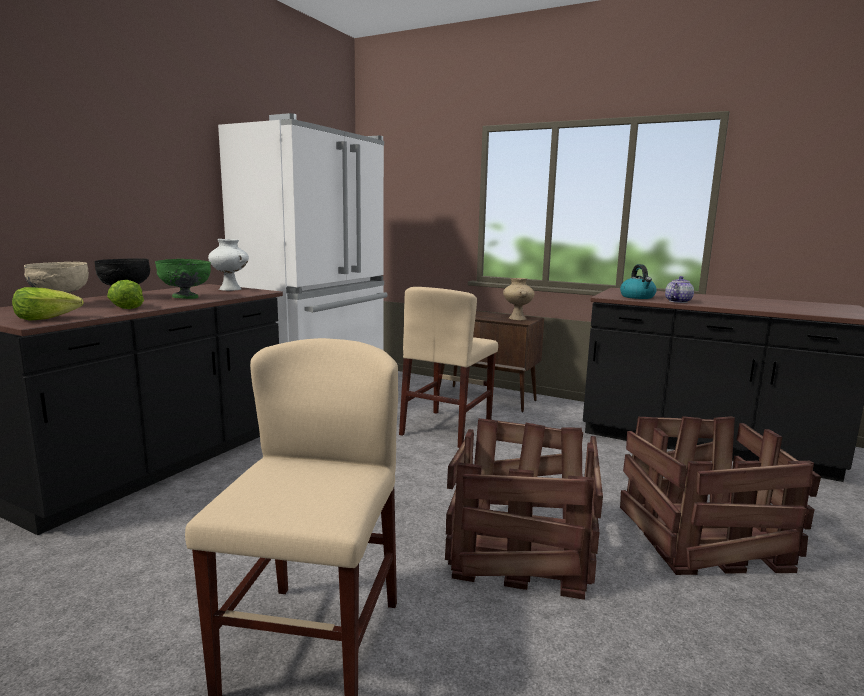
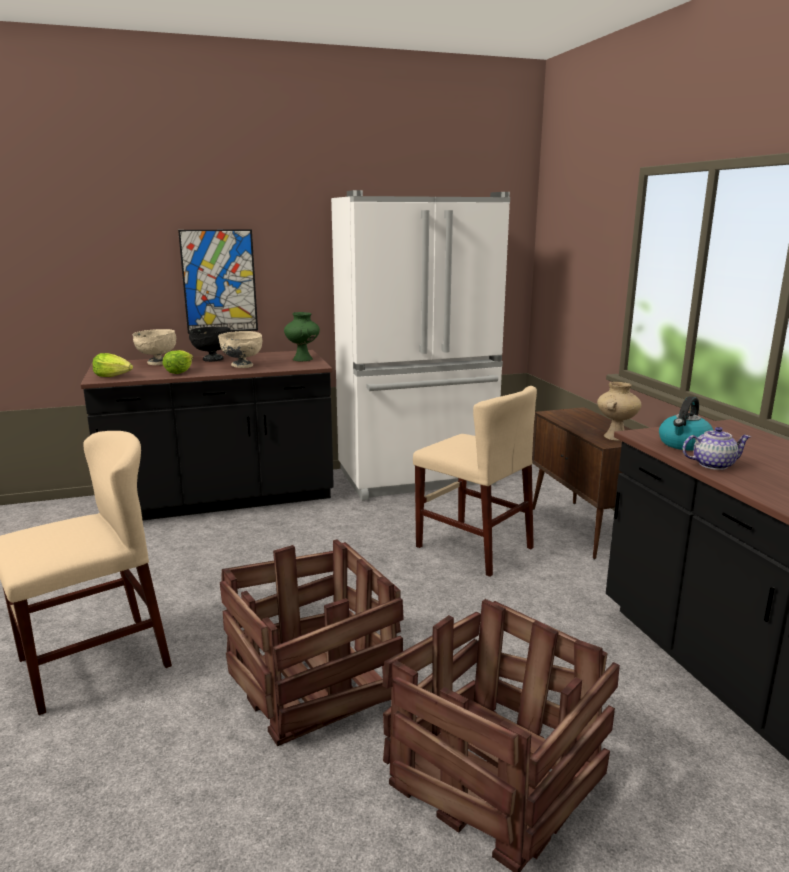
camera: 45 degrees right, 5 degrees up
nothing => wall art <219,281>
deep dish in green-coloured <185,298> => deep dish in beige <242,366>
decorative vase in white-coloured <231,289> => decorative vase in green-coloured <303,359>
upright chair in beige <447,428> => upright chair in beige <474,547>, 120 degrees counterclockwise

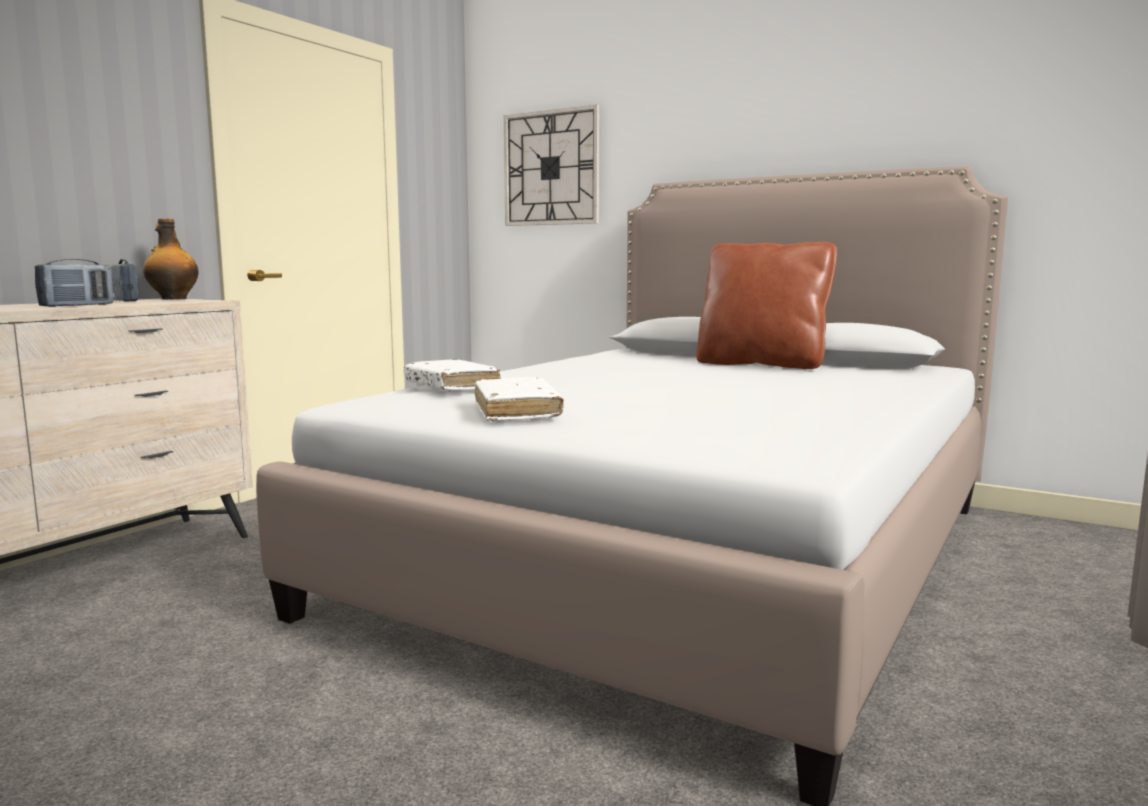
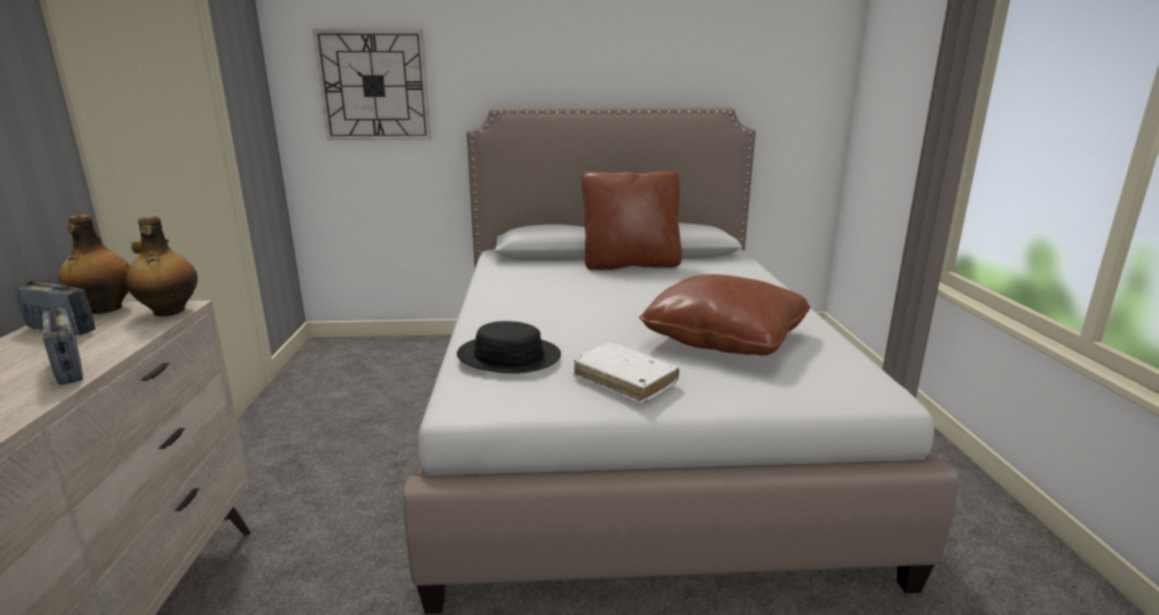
camera: 35 degrees left, 10 degrees up
nothing => beverage bottle <169,312>
nothing => pillow in brownish <724,339>
volume in white-coloured <451,387> => clothing hat in black <508,356>
radio receiver <77,306> => radio receiver <69,369>, 150 degrees clockwise

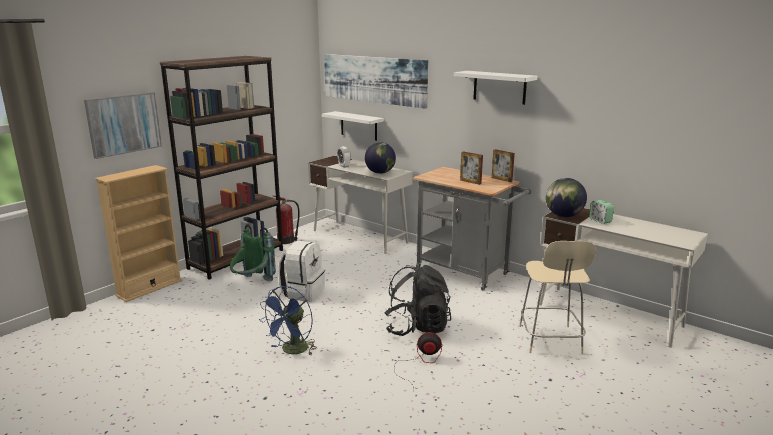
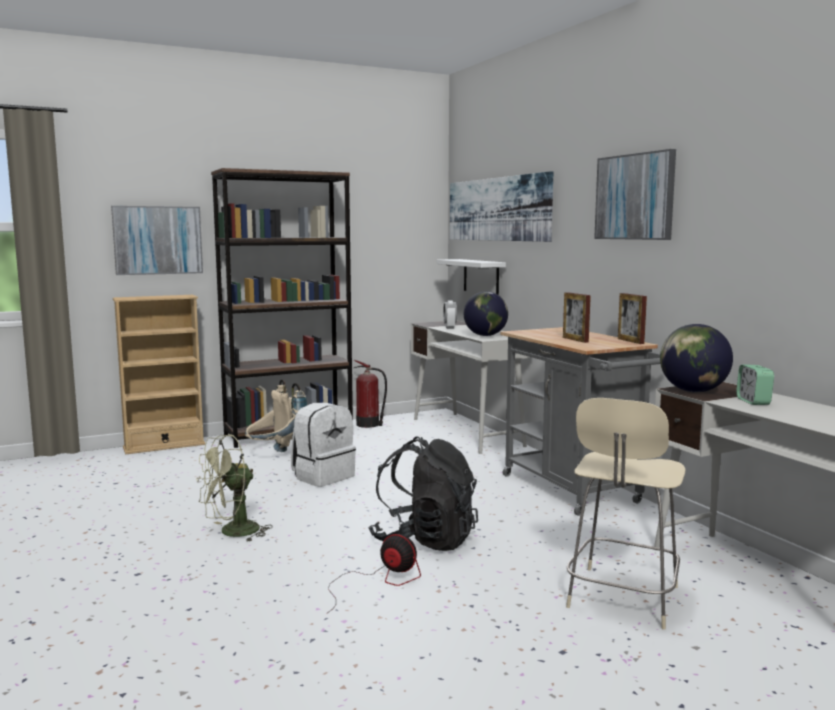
camera: 25 degrees right, 10 degrees down
wall shelf in white-coloured <499,87> => wall art <635,197>
knapsack in green-coloured <252,283> => knapsack in beige <276,458>
fan in bluish <292,351> => fan in green-coloured <232,533>

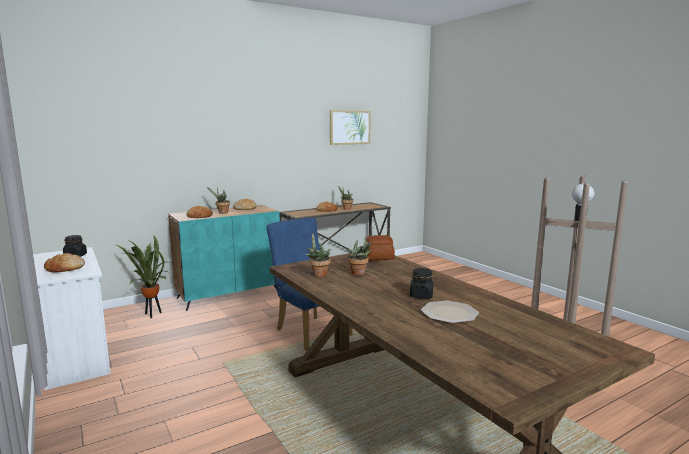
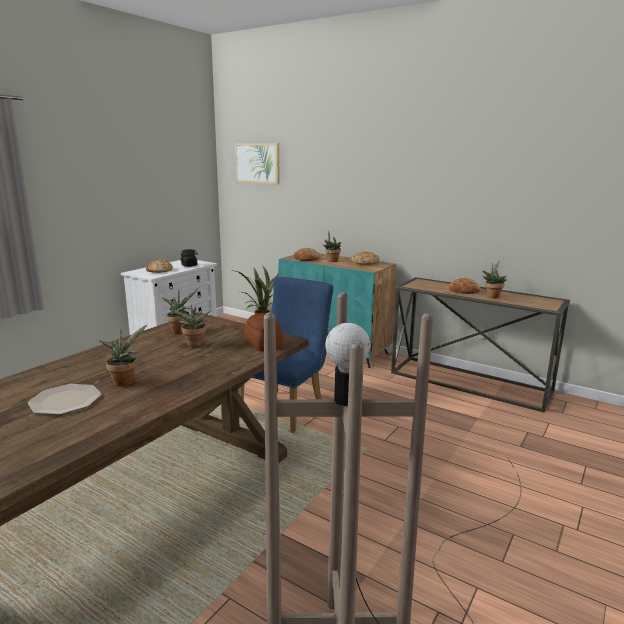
camera: 65 degrees right, 5 degrees up
wall art <349,127> => wall art <257,163>, relocated
storage jar in black <421,295> => houseplant <125,381>

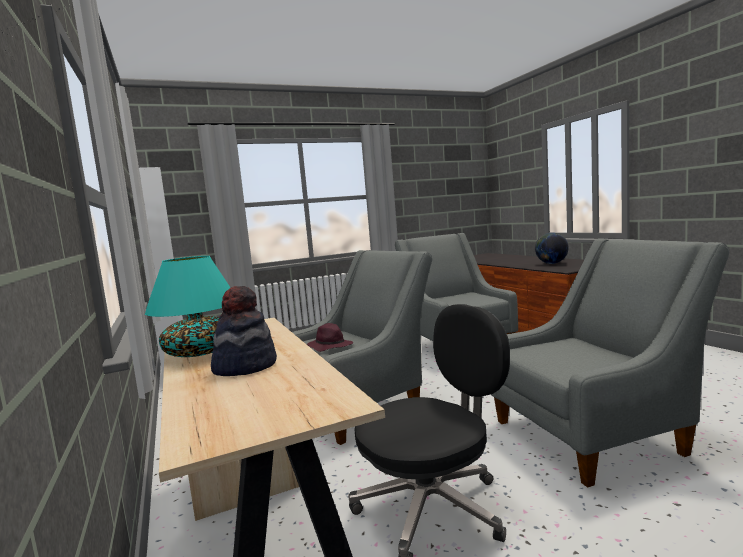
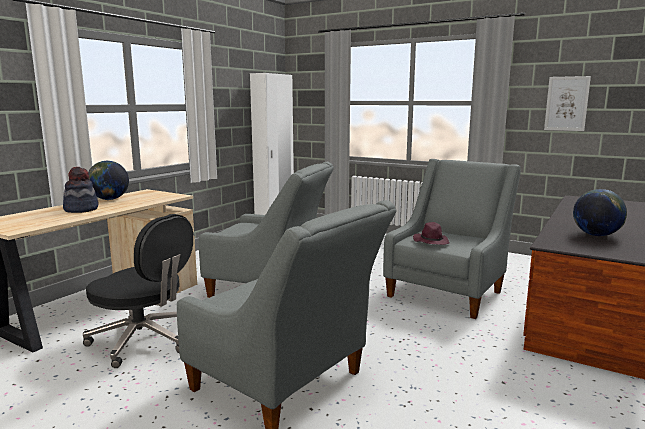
camera: 55 degrees right, 5 degrees up
nothing => wall art <566,103>
clothing hat in purplish <329,347> => clothing hat in purplish <431,241>, relocated
lamp for a table in blue-green <199,352> => desk globe <109,199>

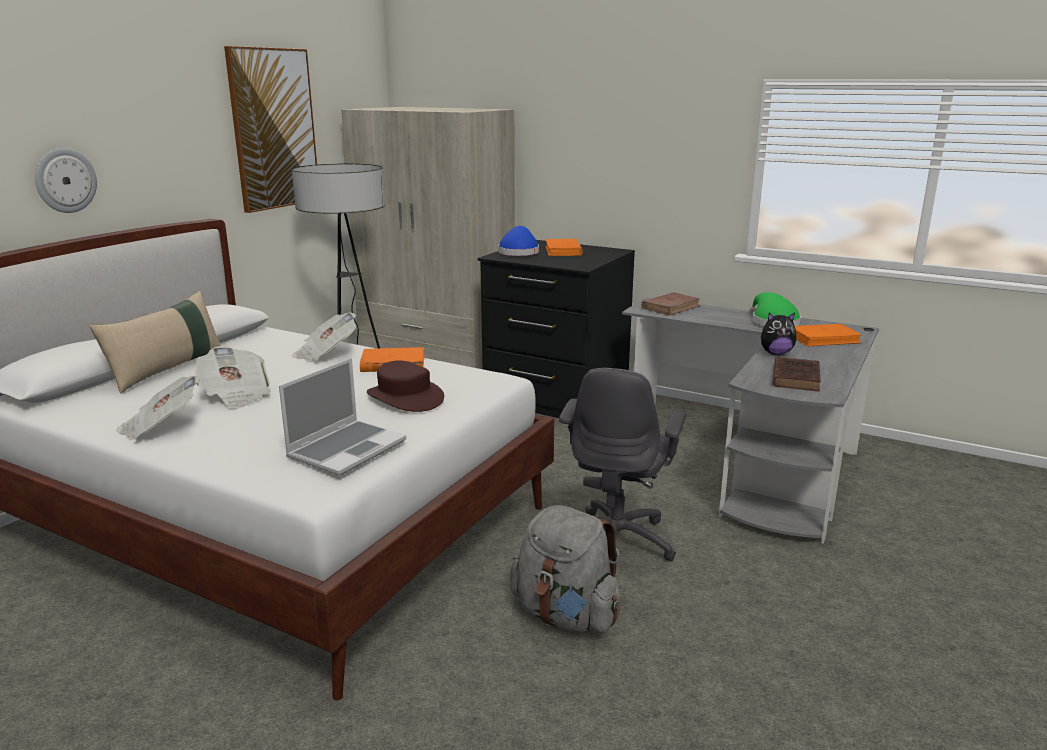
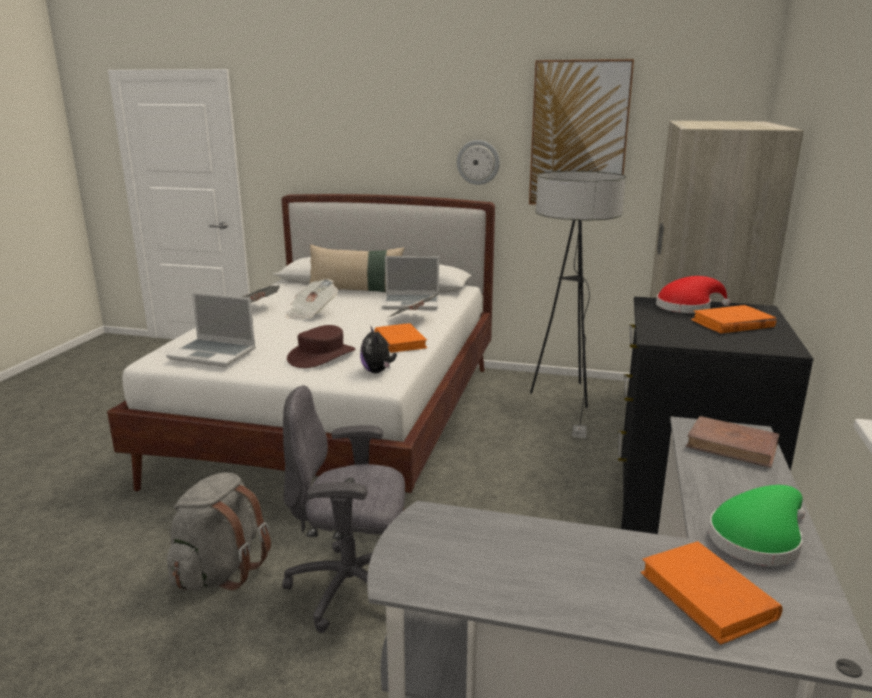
camera: 75 degrees right, 0 degrees up
volume in brownish <795,377> => nothing
nothing => notebook computer <412,303>
clock on the wall <65,180> => clock on the wall <478,162>, relocated
soft toy <775,353> => soft toy <377,371>, relocated
clothing hat in bluish <518,252> => clothing hat in red-coloured <687,307>

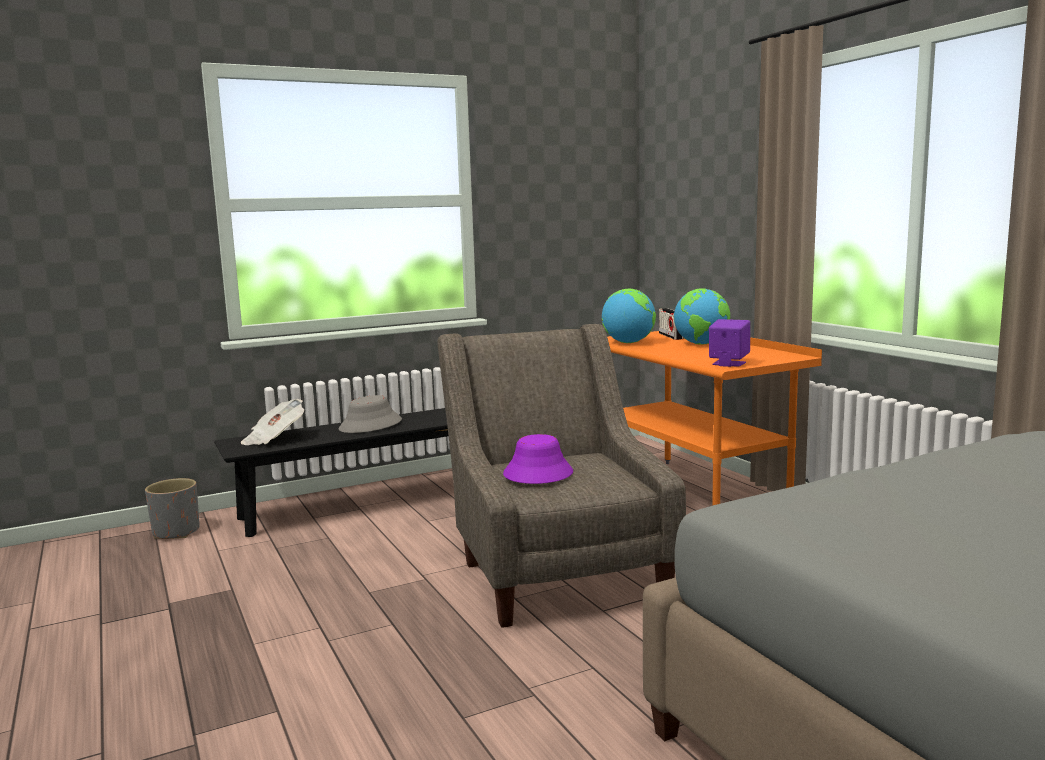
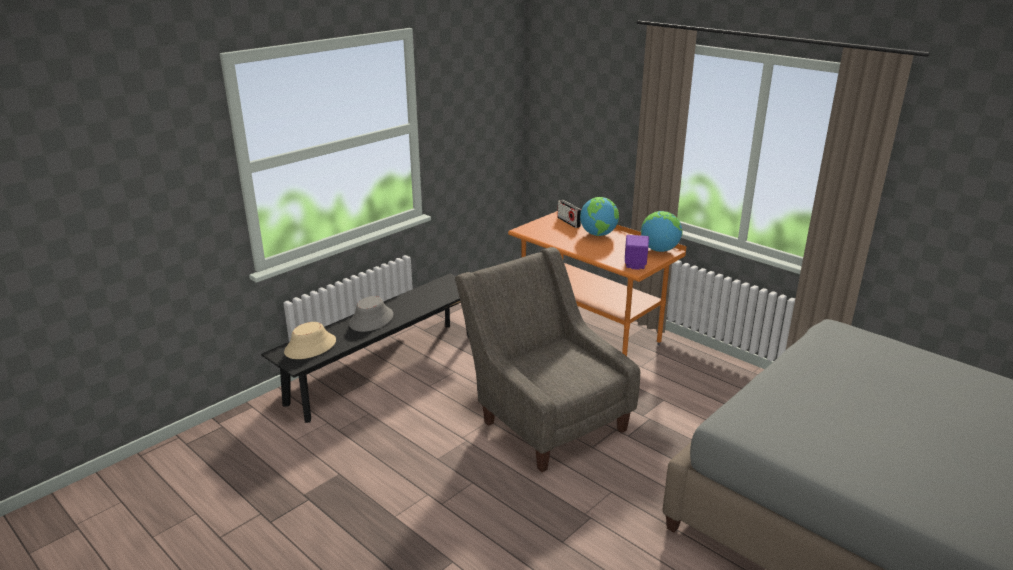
camera: 20 degrees left, 15 degrees up
planter in greyish <176,532> => nothing
clothing hat in purplish <537,473> => nothing
desk globe <628,342> => desk globe <659,250>, relocated
printed paper <274,439> => clothing hat in beige <310,346>

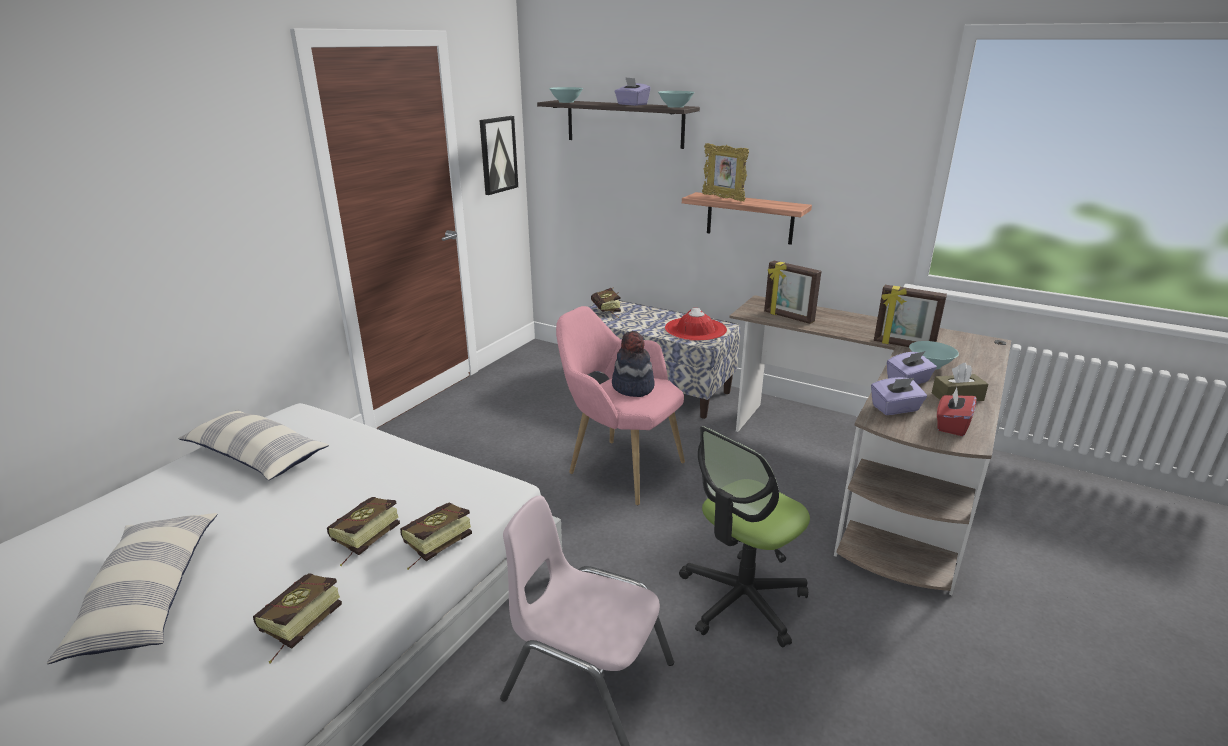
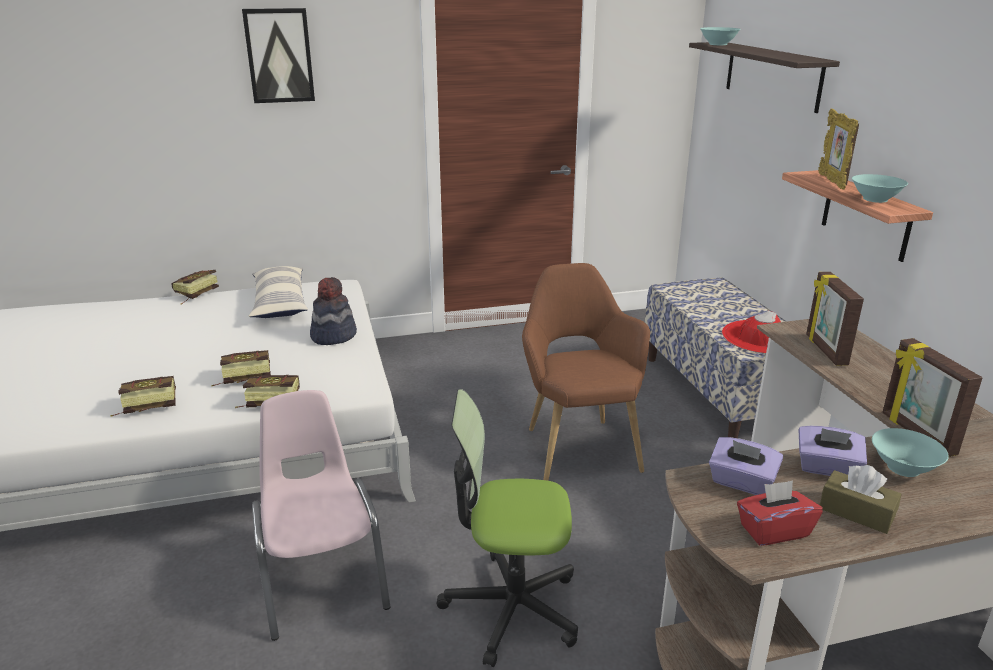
camera: 45 degrees right, 0 degrees up
pillow <149,596> => nothing
box of tissues in purplish <632,104> => nothing
wall art <498,155> => wall art <279,56>, relocated
volume <607,312> => volume <193,295>, relocated
clothing hat <632,387> => clothing hat <333,335>, relocated
deep dish in blue-green <676,106> => deep dish in blue-green <875,199>, relocated
easy chair in pink <619,467> => easy chair in brownish <578,445>

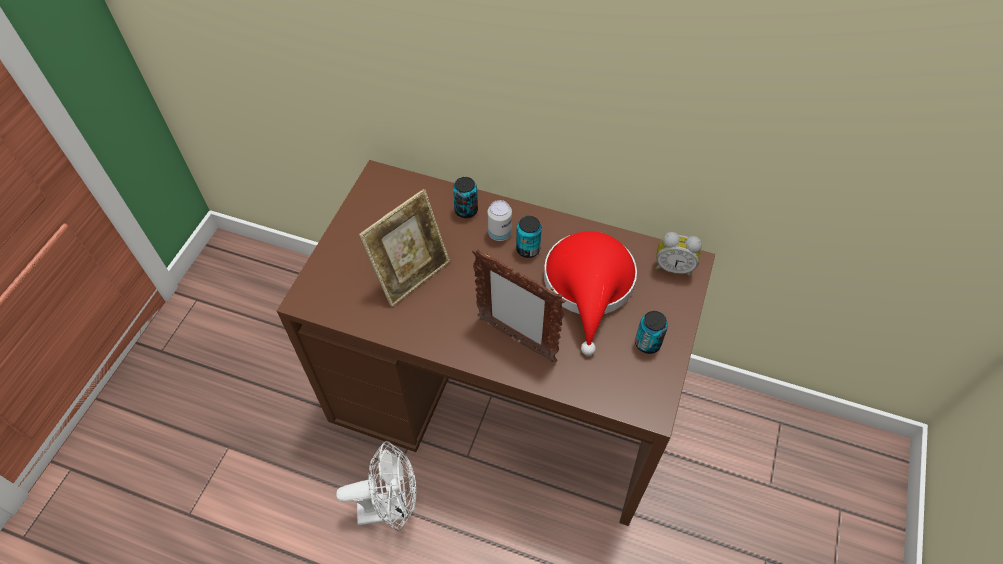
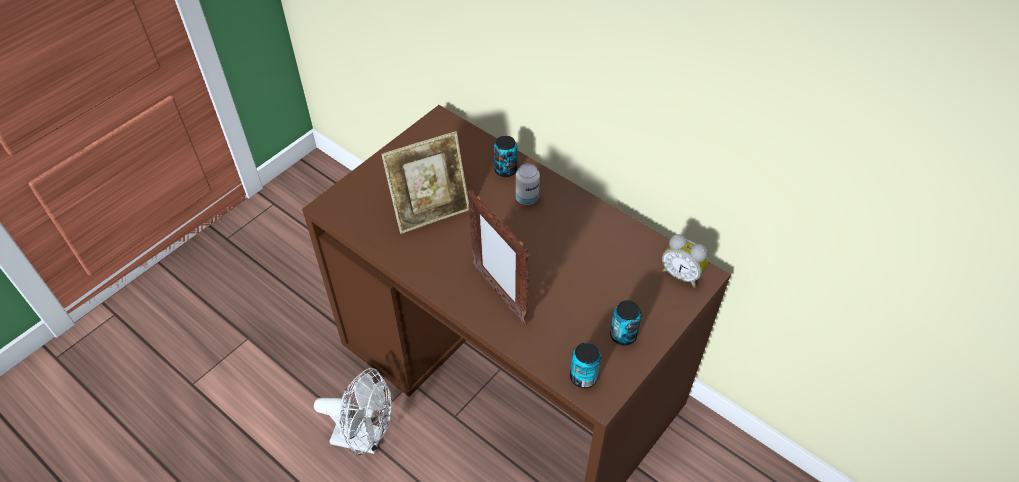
camera: 20 degrees right, 5 degrees down
clothing hat in red-coloured <589,287> => nothing
sealed can <528,249> => sealed can <583,377>, relocated

